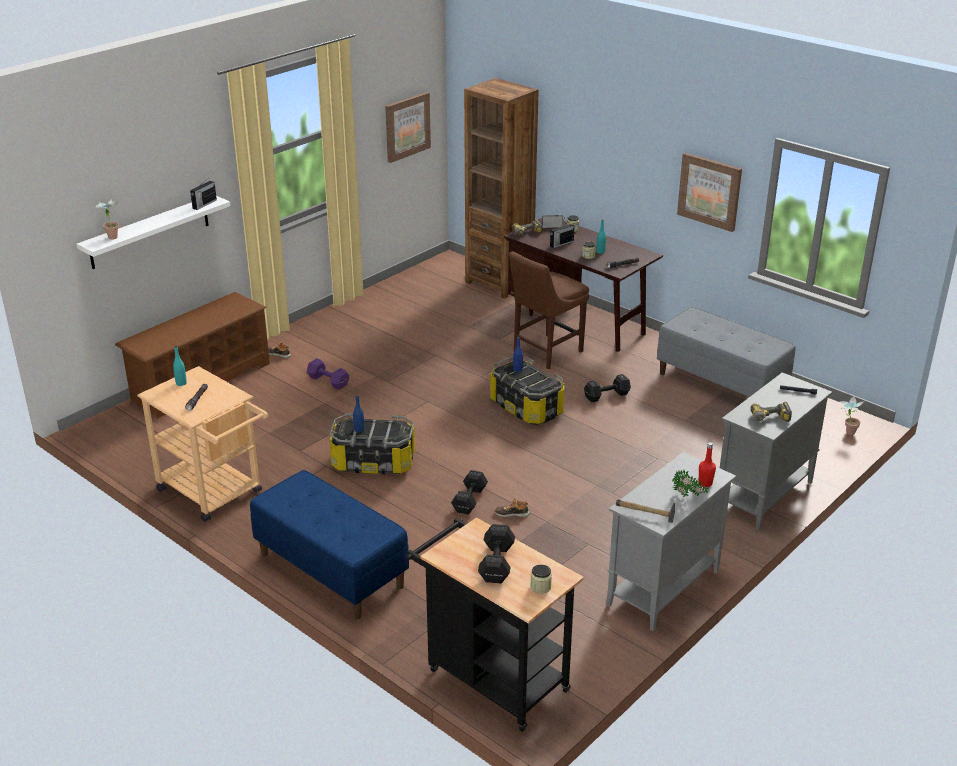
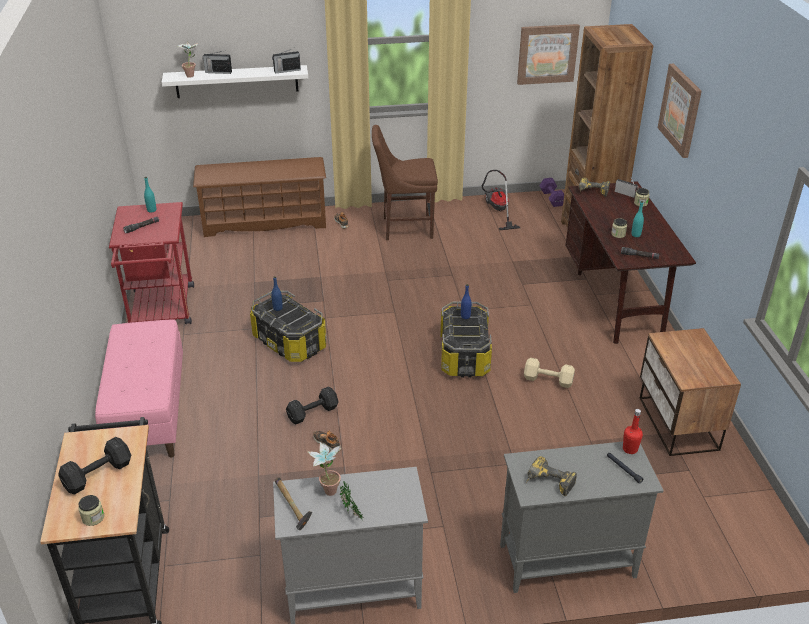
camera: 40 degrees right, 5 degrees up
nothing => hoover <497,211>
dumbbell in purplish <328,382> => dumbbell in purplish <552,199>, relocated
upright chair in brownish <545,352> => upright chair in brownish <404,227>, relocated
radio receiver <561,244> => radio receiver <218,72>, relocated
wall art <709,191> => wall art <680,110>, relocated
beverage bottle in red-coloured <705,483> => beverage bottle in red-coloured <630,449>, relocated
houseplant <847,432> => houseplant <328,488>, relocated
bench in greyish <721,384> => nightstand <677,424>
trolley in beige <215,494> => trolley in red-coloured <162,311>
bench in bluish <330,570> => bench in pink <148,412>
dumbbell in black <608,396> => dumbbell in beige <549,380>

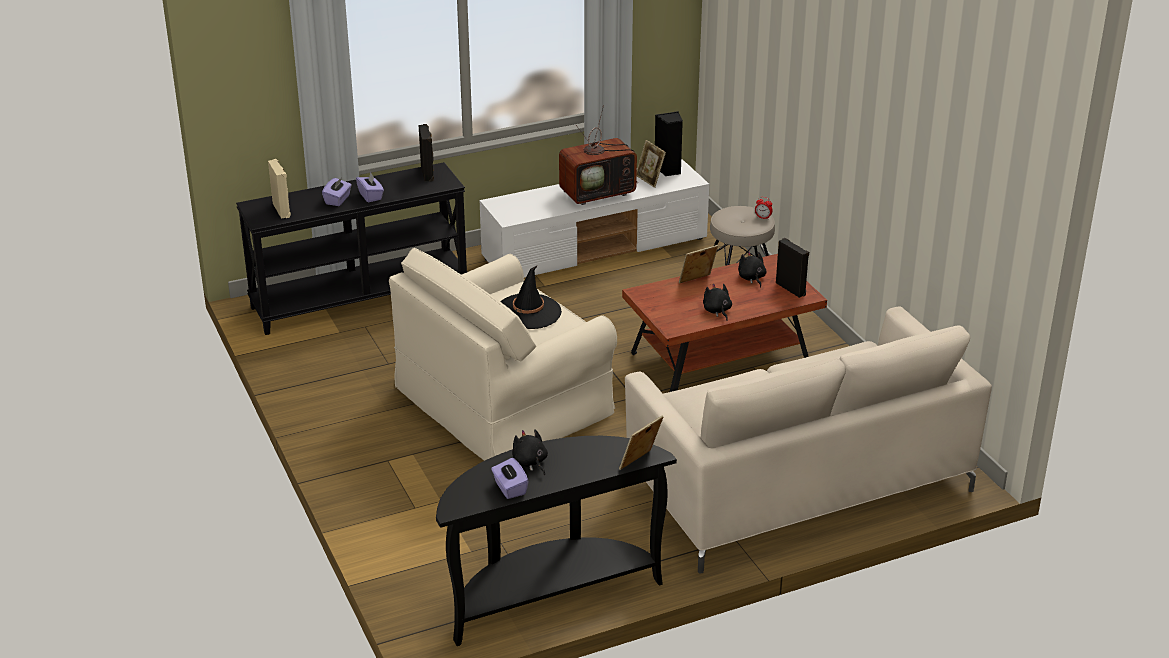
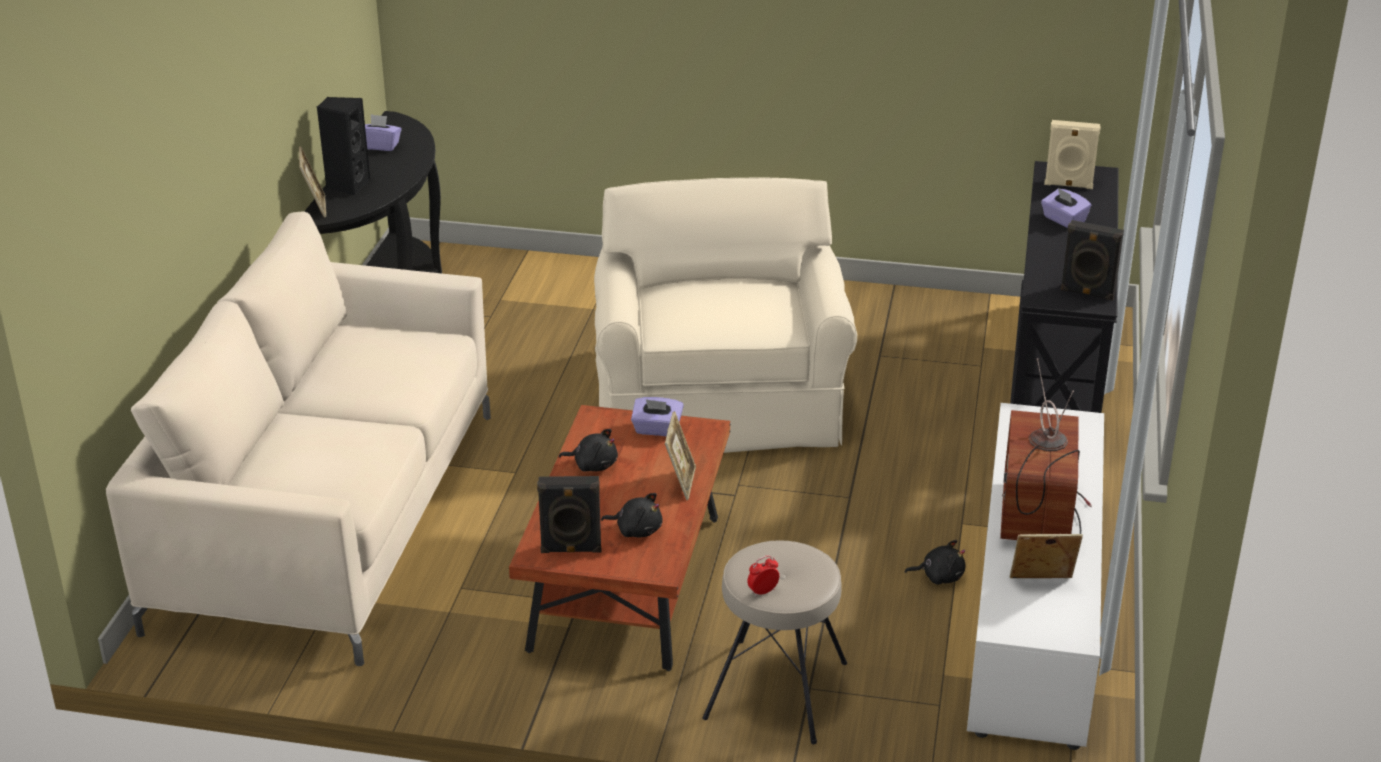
camera: 125 degrees right, 0 degrees up
clothing hat in black <528,312> => nothing
box of tissues in purplish <370,196> => box of tissues in purplish <657,429>, relocated
soft toy in black <530,463> => soft toy in black <939,576>, relocated
speaker in black <668,170> => speaker in black <347,185>, relocated

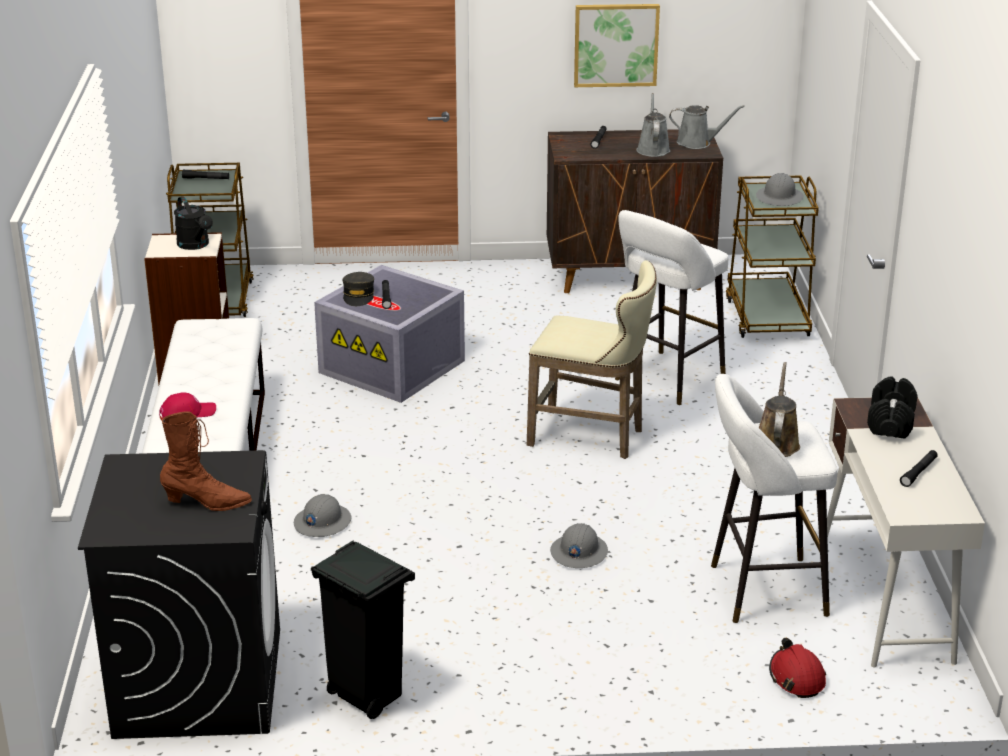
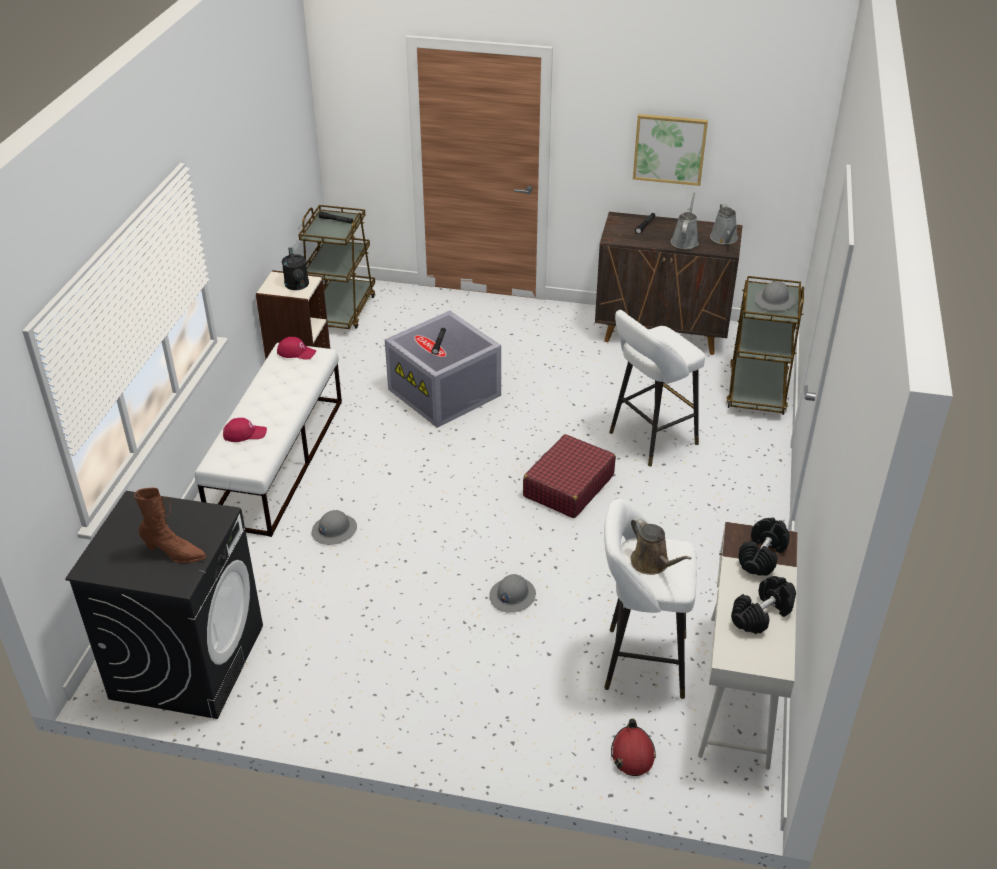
camera: 15 degrees right, 10 degrees up
waste bin in black <366,696> => nothing
cap in greyish <358,296> => nothing
nothing => cap in red-coloured <296,352>
stool in beige <592,437> => suitcase in red-coloured <568,486>
flashlight in black <918,472> => dumbbell in black <761,615>
watering can in greyish <697,143> => watering can in greyish <724,239>, 60 degrees clockwise
watering can in brownish <776,442> => watering can in brownish <652,563>, 120 degrees clockwise

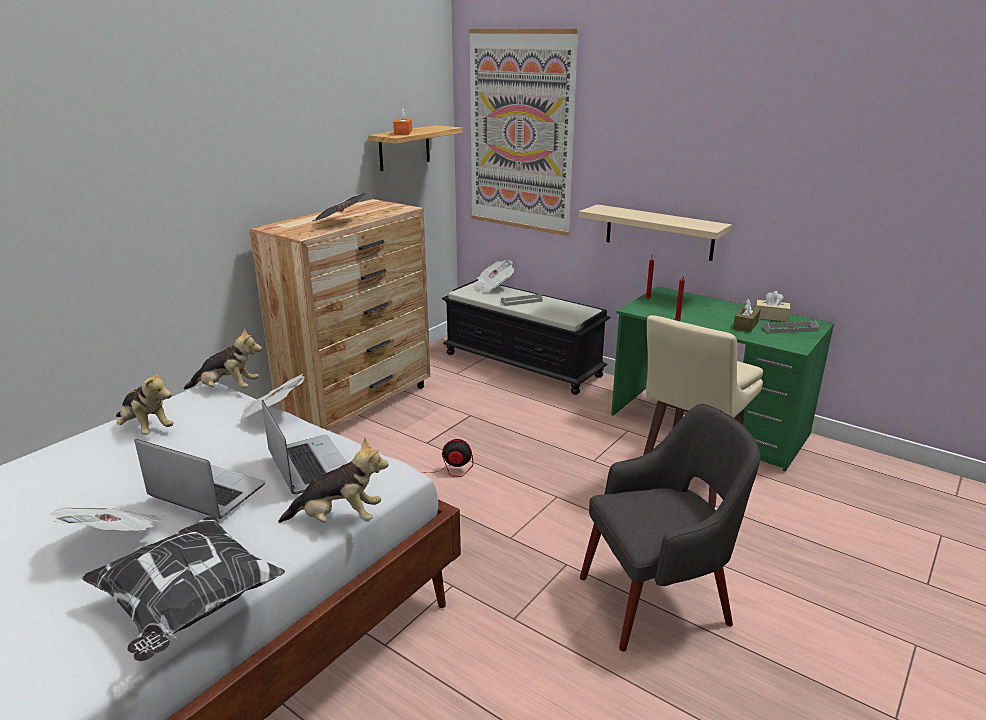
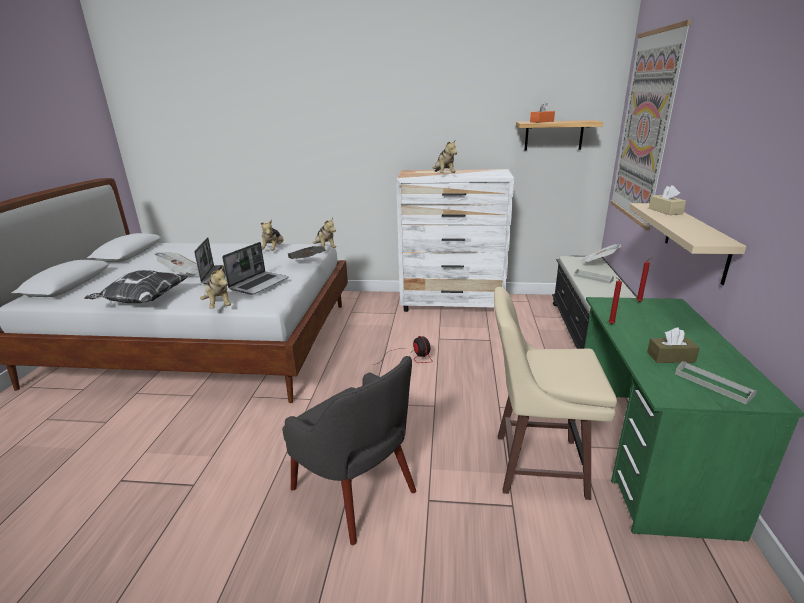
camera: 60 degrees right, 0 degrees up
box of tissues in beige <771,317> => box of tissues in beige <665,211>, relocated
printed paper <340,222> => soft toy <444,175>
dresser in brownish <358,403> => dresser in white-coloured <452,304>

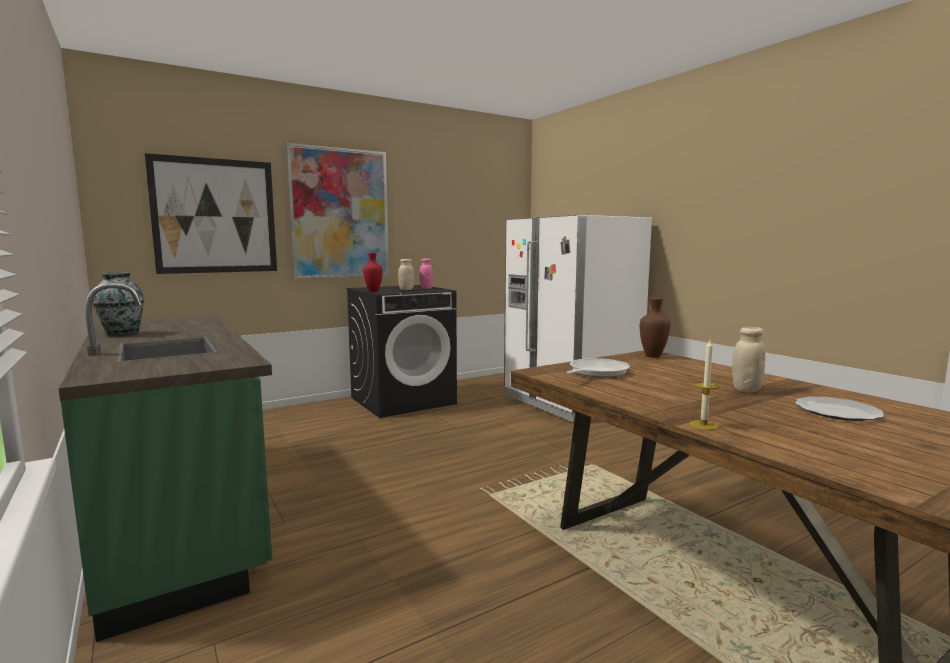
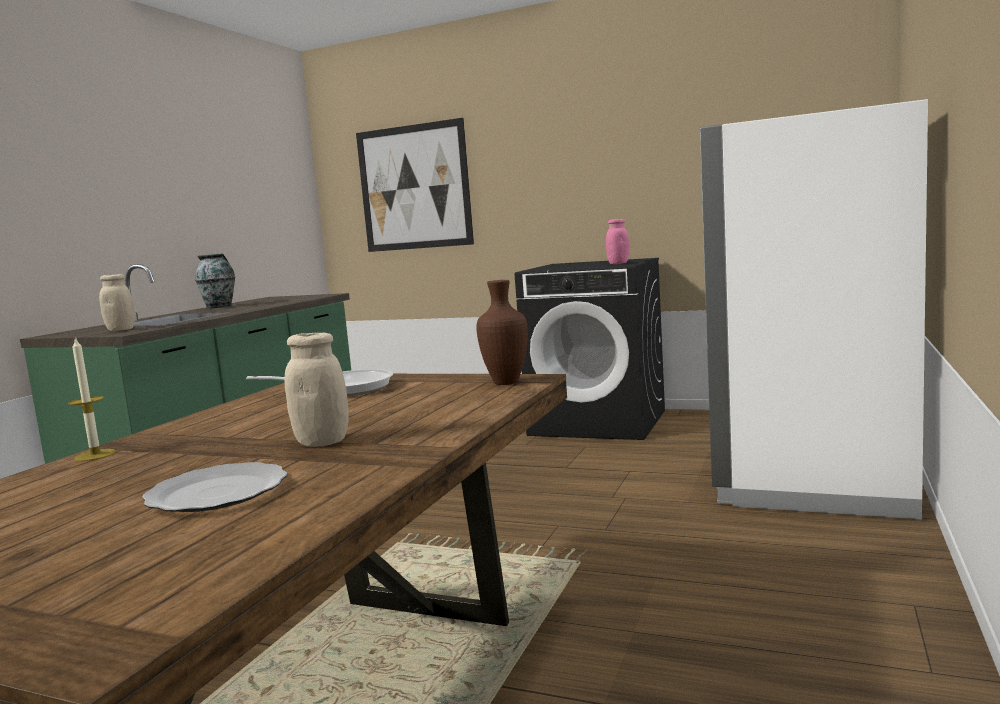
camera: 55 degrees right, 0 degrees up
wall art <340,214> => nothing
decorative vase in red-coloured <372,291> => nothing
storage jar in beige <406,289> => storage jar in beige <121,330>, relocated

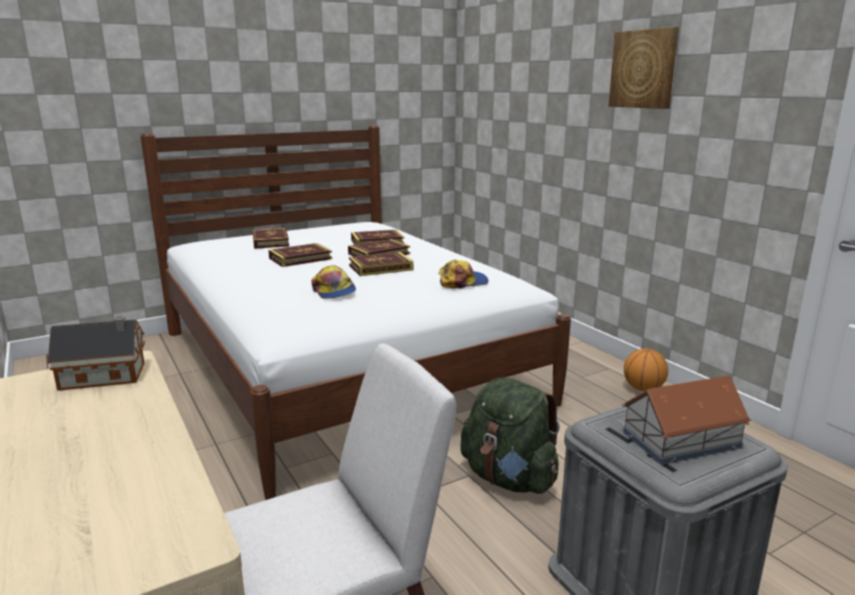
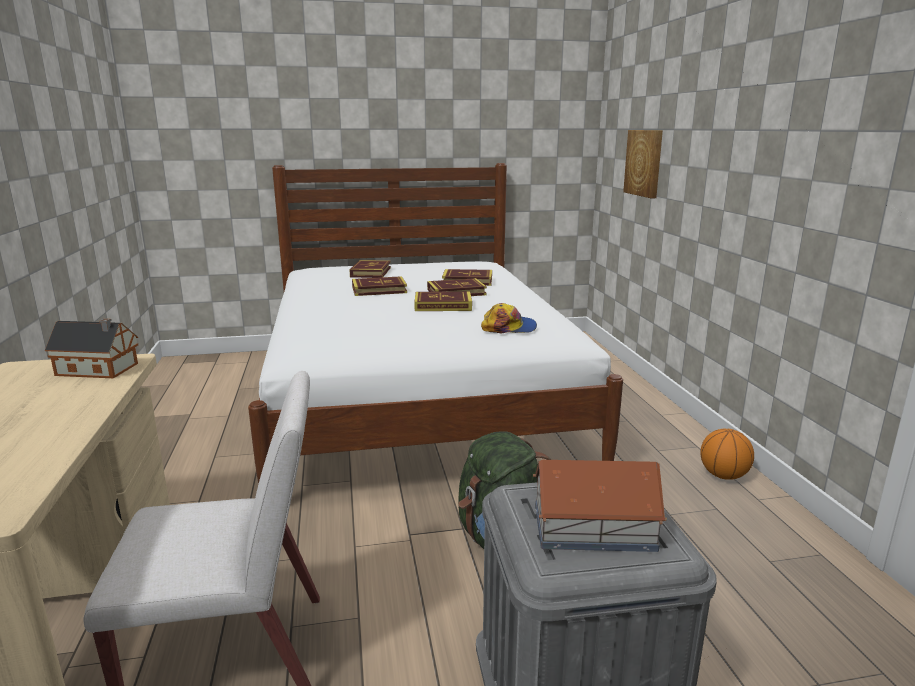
camera: 20 degrees right, 0 degrees up
cap <334,291> => nothing
wall art <643,69> => wall art <644,163>, relocated

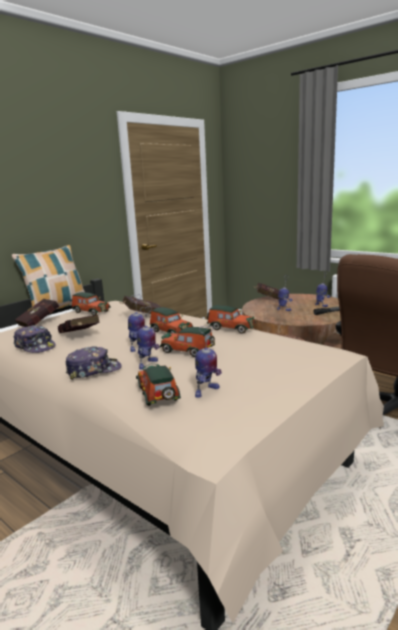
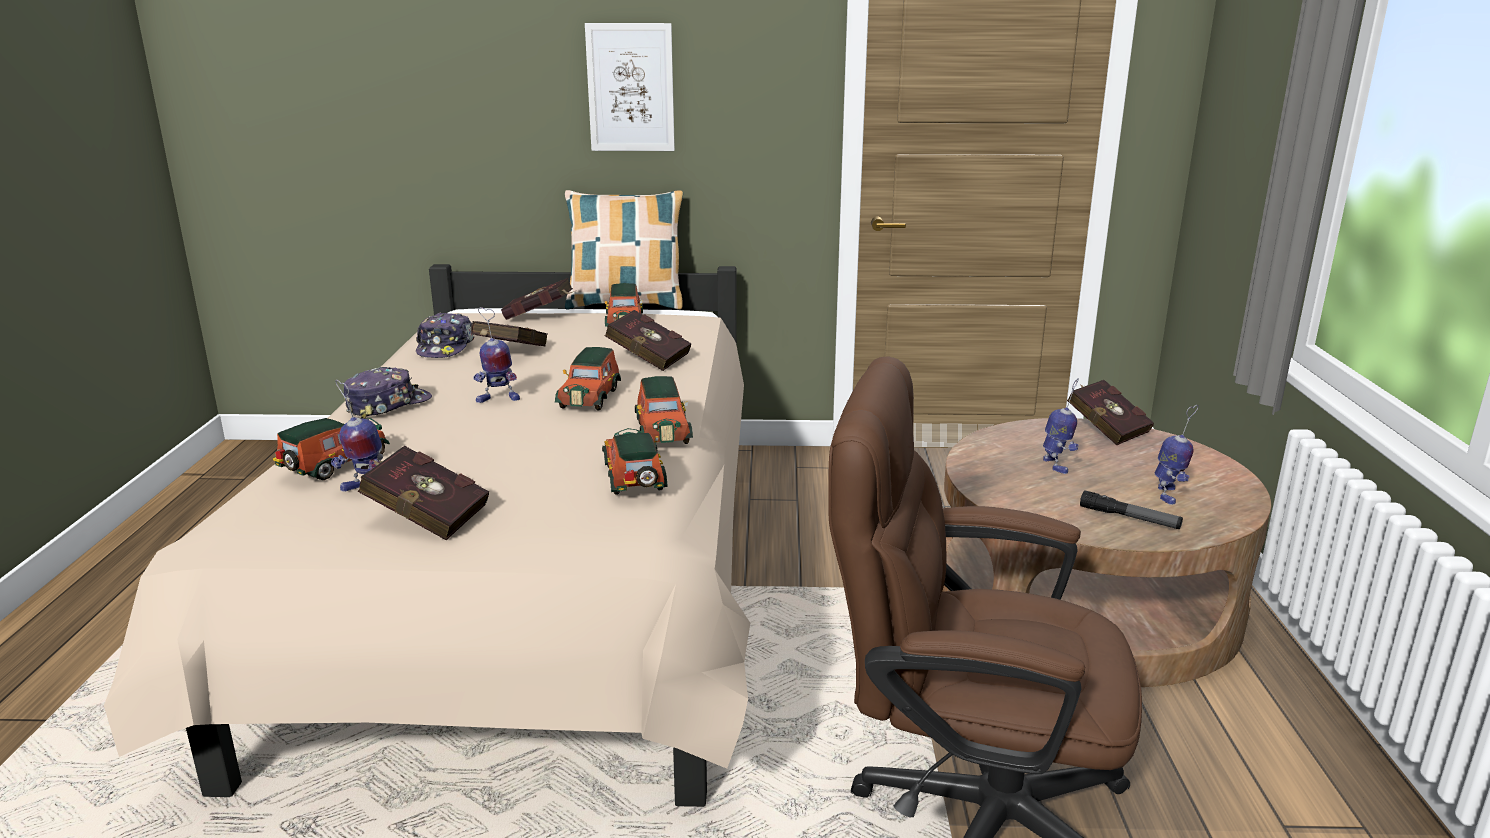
camera: 50 degrees right, 5 degrees up
toy robot <147,364> => nothing
nothing => volume in red-coloured <424,516>
nothing => wall art <630,88>
toy car <188,351> => toy car <635,480>, relocated
cap <94,370> => cap <388,405>, 75 degrees counterclockwise

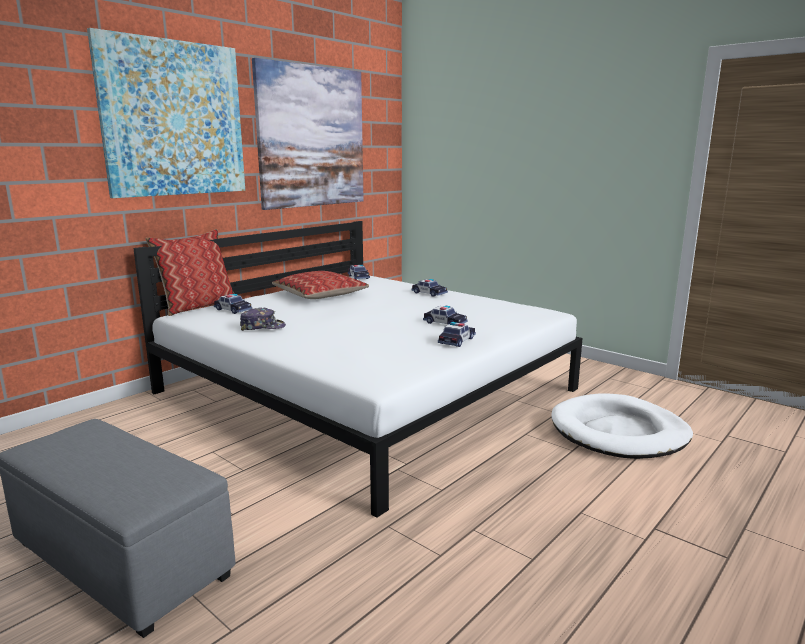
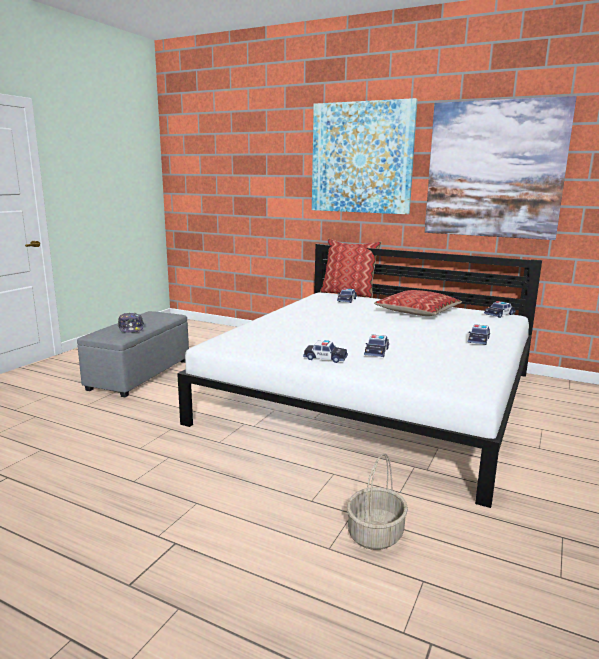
camera: 75 degrees right, 0 degrees up
cap <262,327> => cap <131,328>, relocated
pet bed in white-coloured <619,432> => storage basket <375,535>

